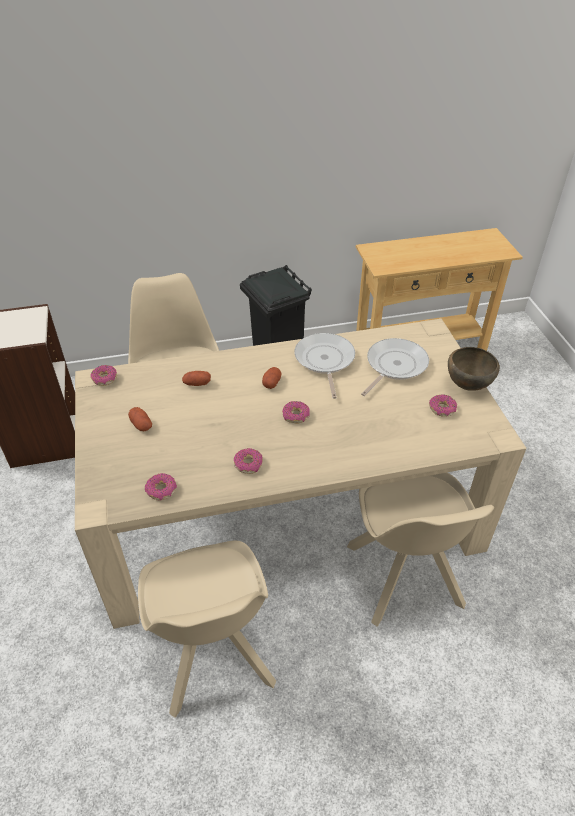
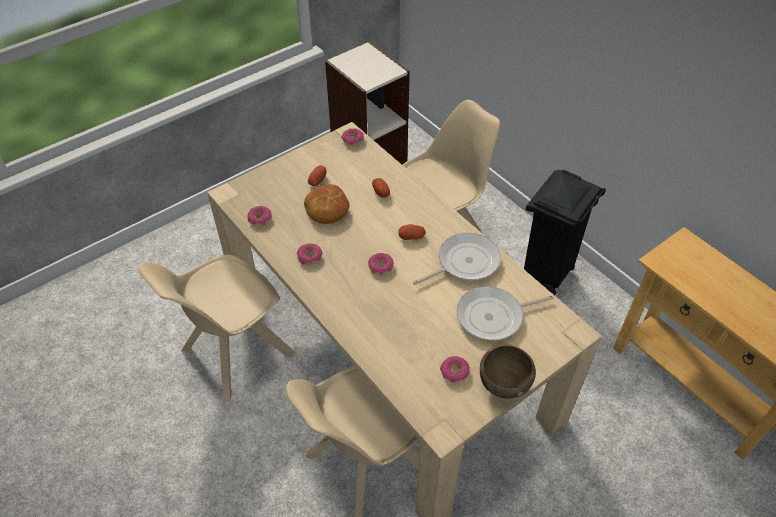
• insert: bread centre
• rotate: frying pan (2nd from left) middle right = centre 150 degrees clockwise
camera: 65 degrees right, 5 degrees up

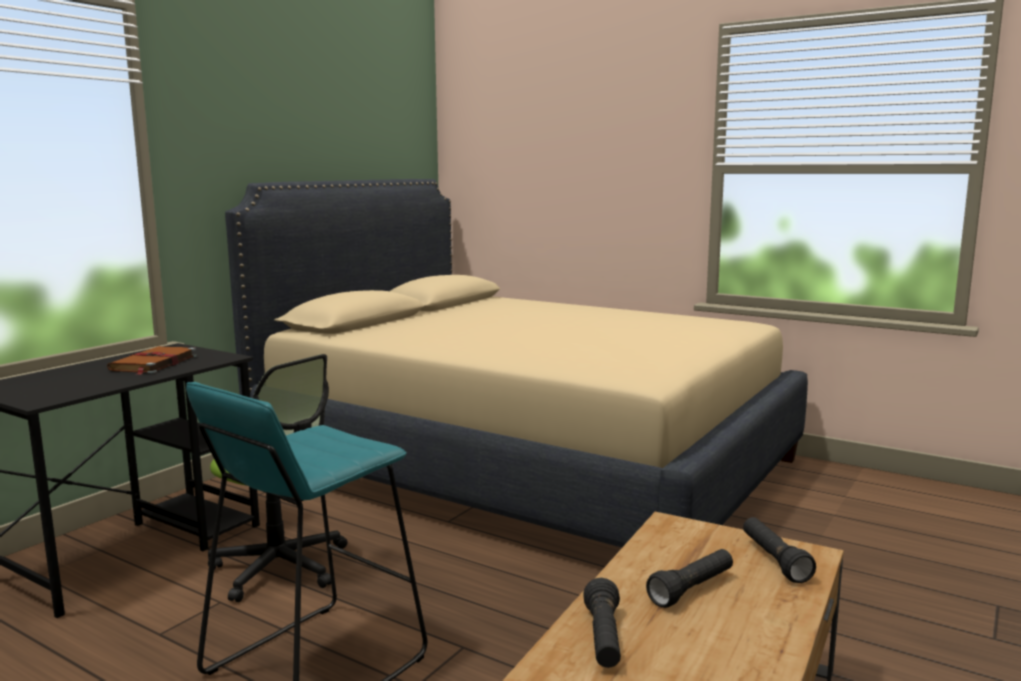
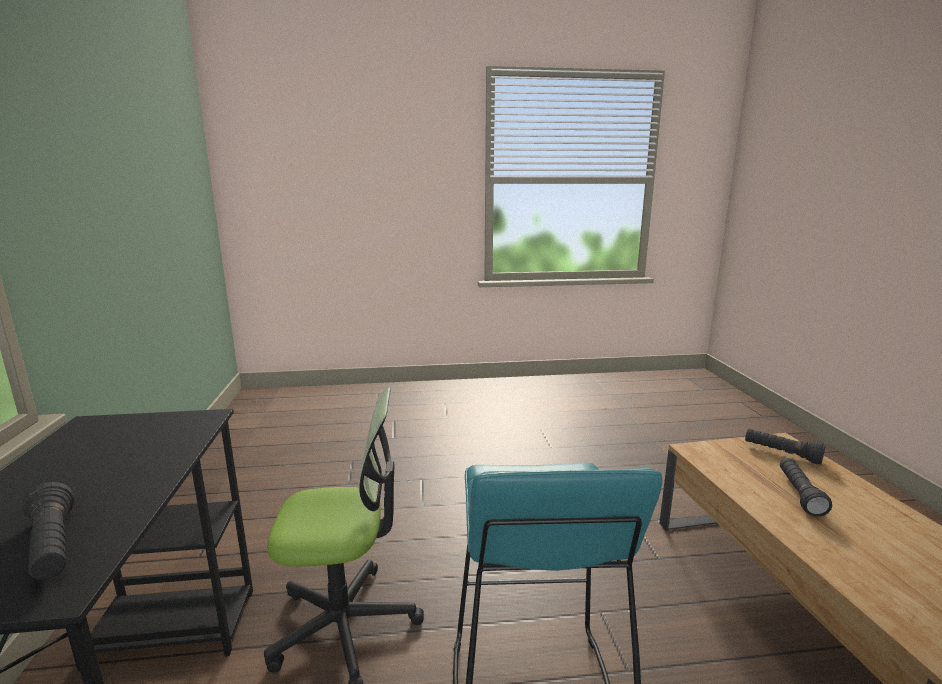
• delete: brown book middle left
• delete: beige bed centre
• move: black flashlight (1st from left) bottom centre to bottom left
camera: 40 degrees left, 5 degrees up

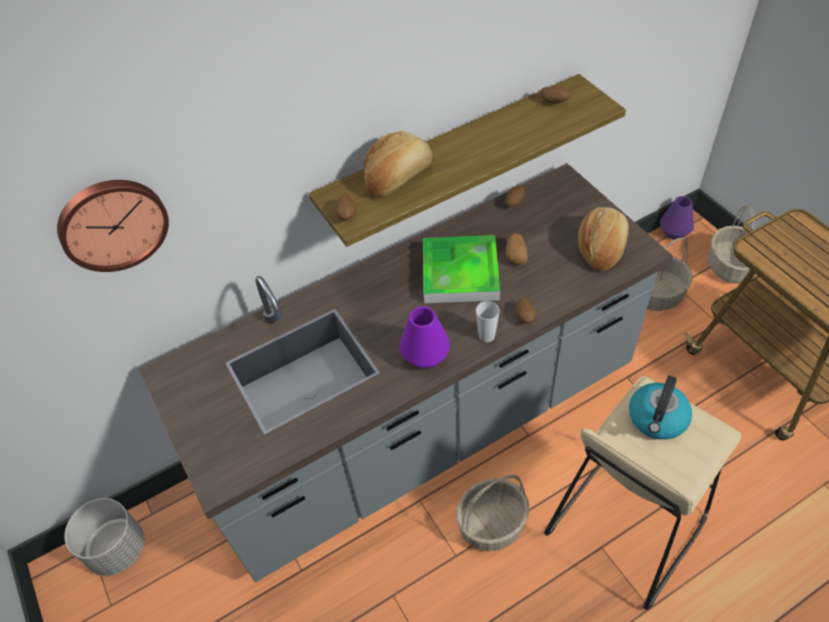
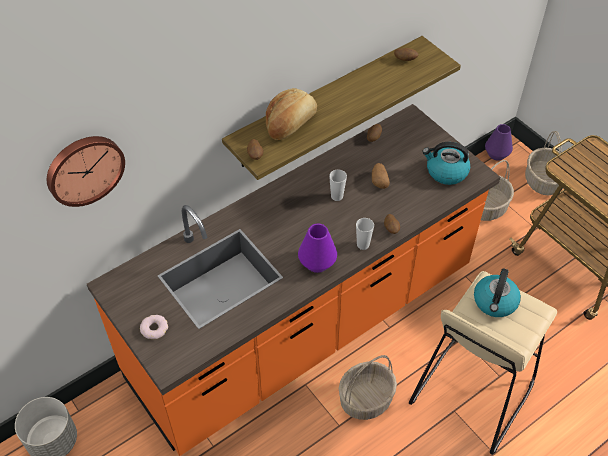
• insert: donut bottom left
• replace: tray centre to cup (1st from left) centre
• replace: bread (2nd from left) middle right to kettle (1st from left) middle right
• recolor: grey counter centre to orange counter centre
camera: 10 degrees left, 0 degrees up

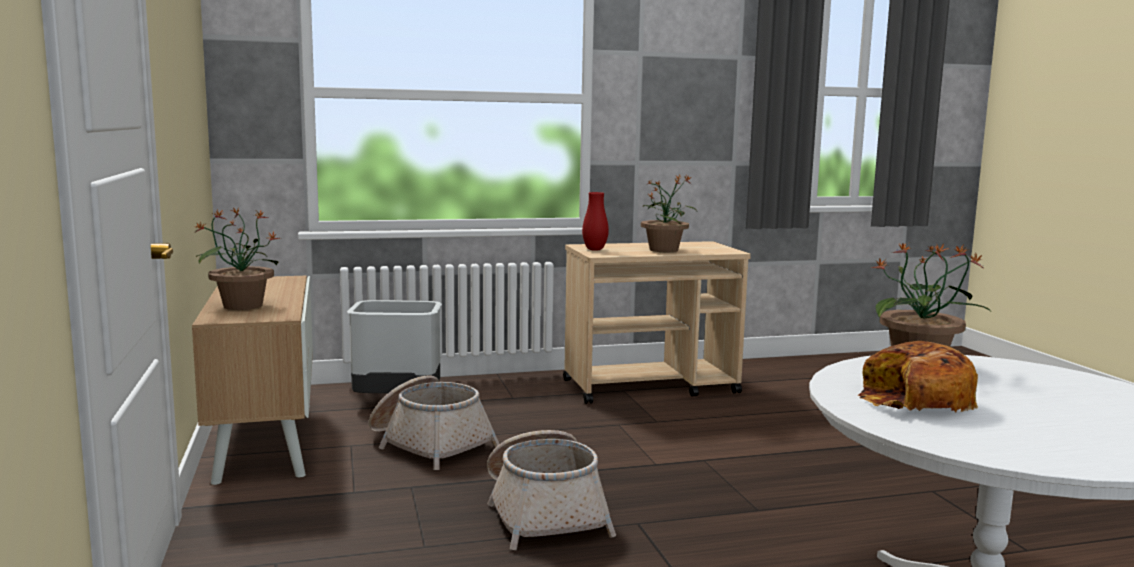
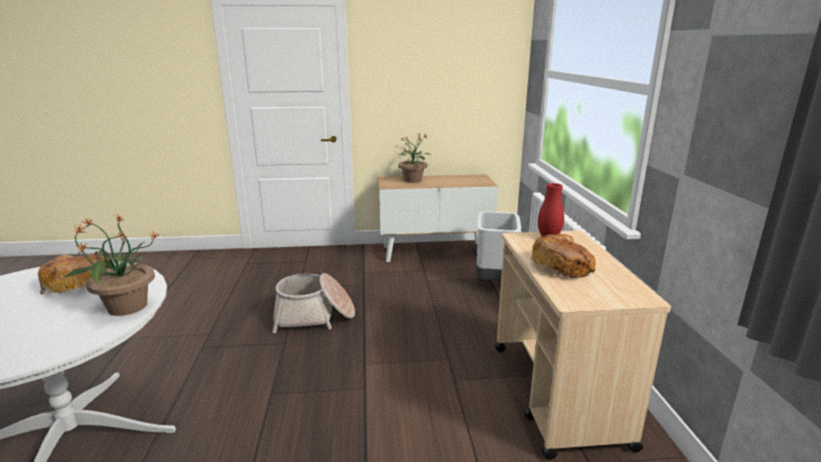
• delete: basket (1st from left) bottom centre
• replace: potted plant (2nd from left) centre to bread (2nd from left) middle right
camera: 100 degrees right, 10 degrees up

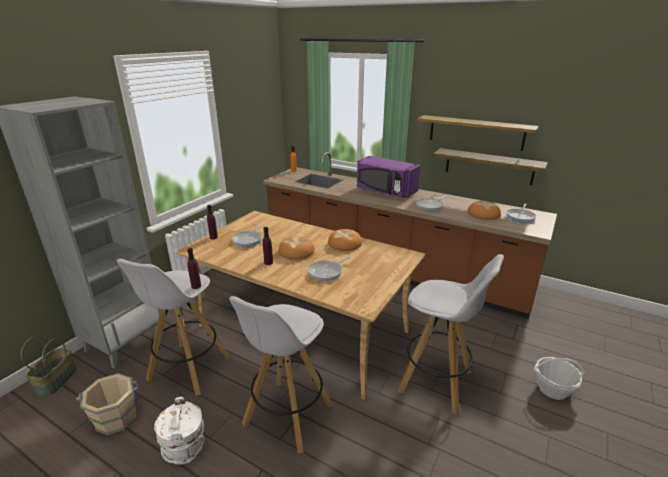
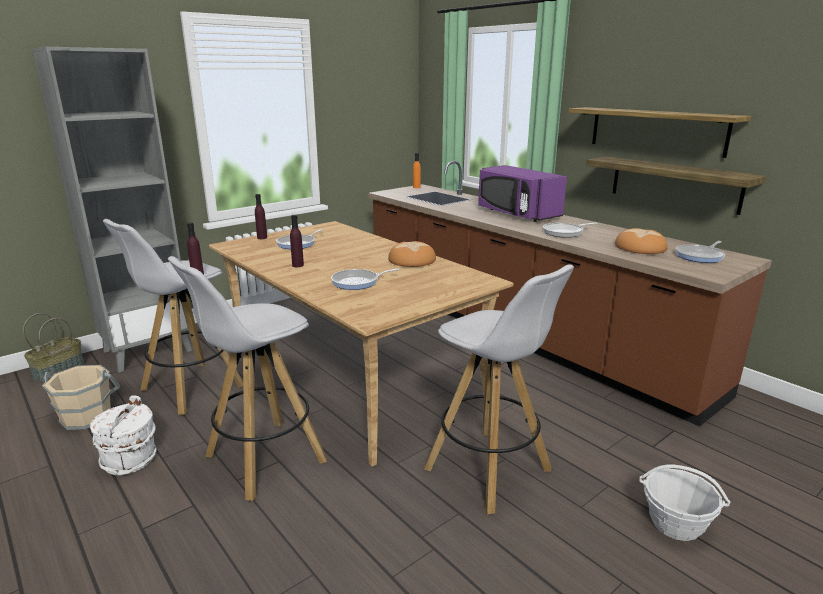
• delete: bread (1st from left) centre
camera: 20 degrees right, 5 degrees down

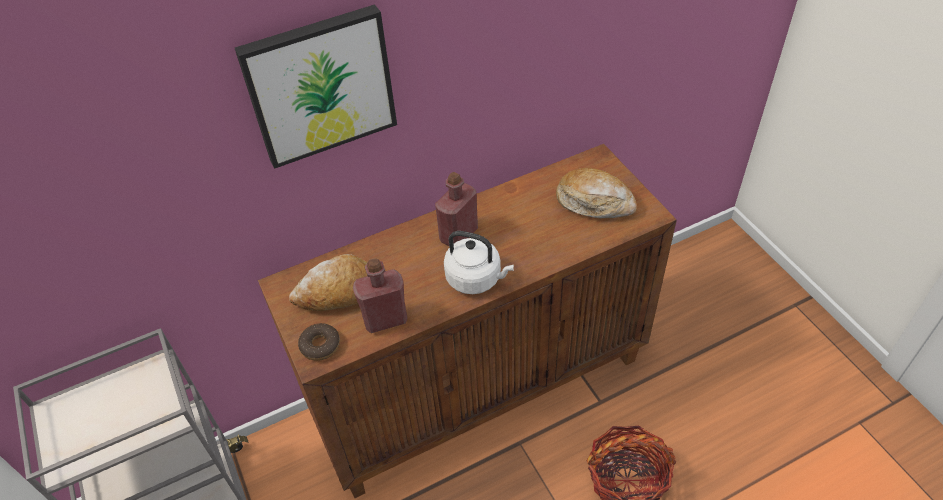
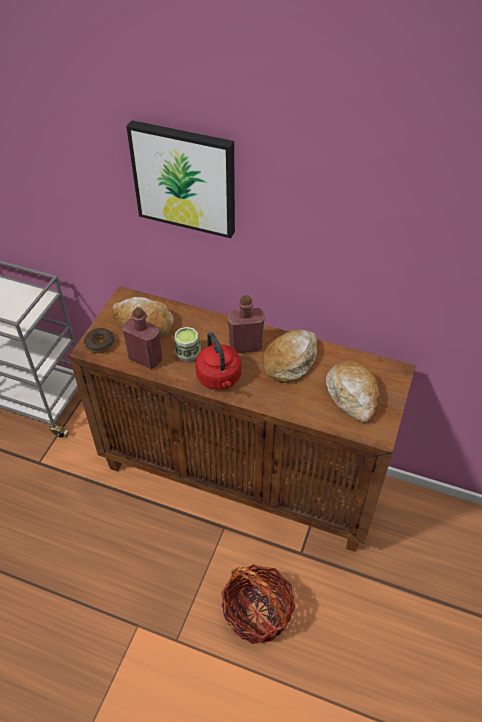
• insert: cup centre
• insert: bread (2nd from left) centre
• recolor: white kettle centre to red kettle centre
camera: 45 degrees right, 0 degrees up

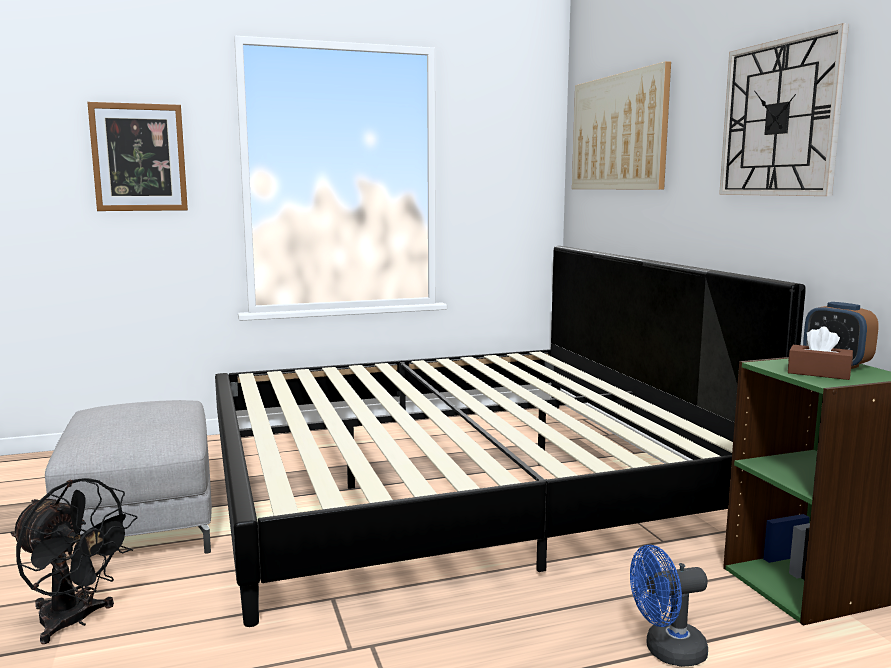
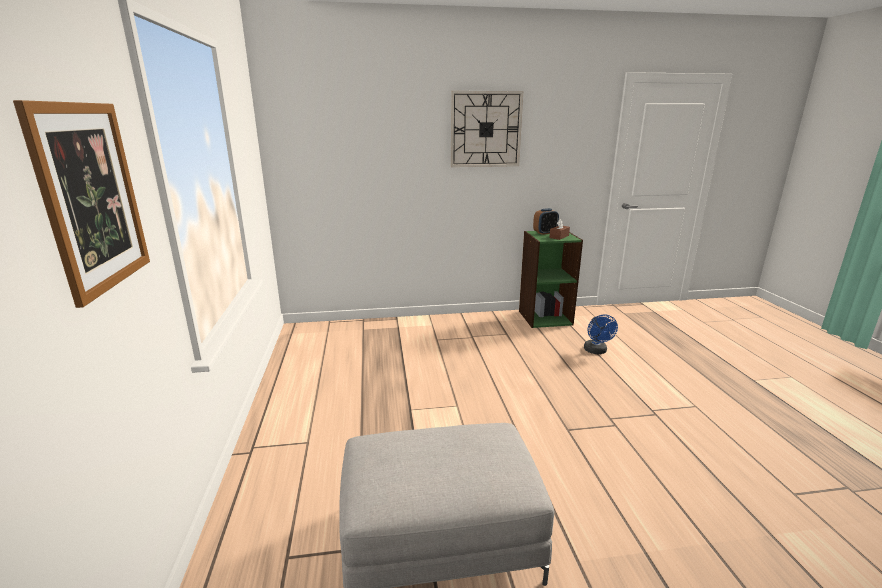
• delete: black fan bottom left
• delete: bed centre
• delete: picture (2nd from left) top right
camera: 80 degrees left, 10 degrees up

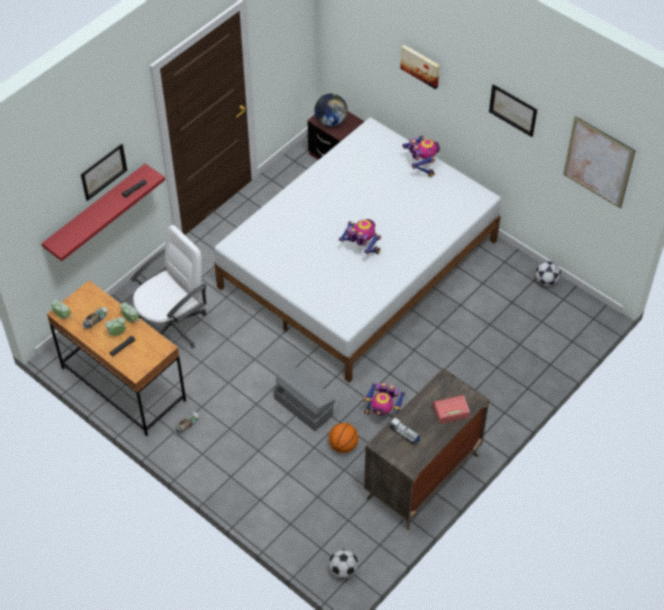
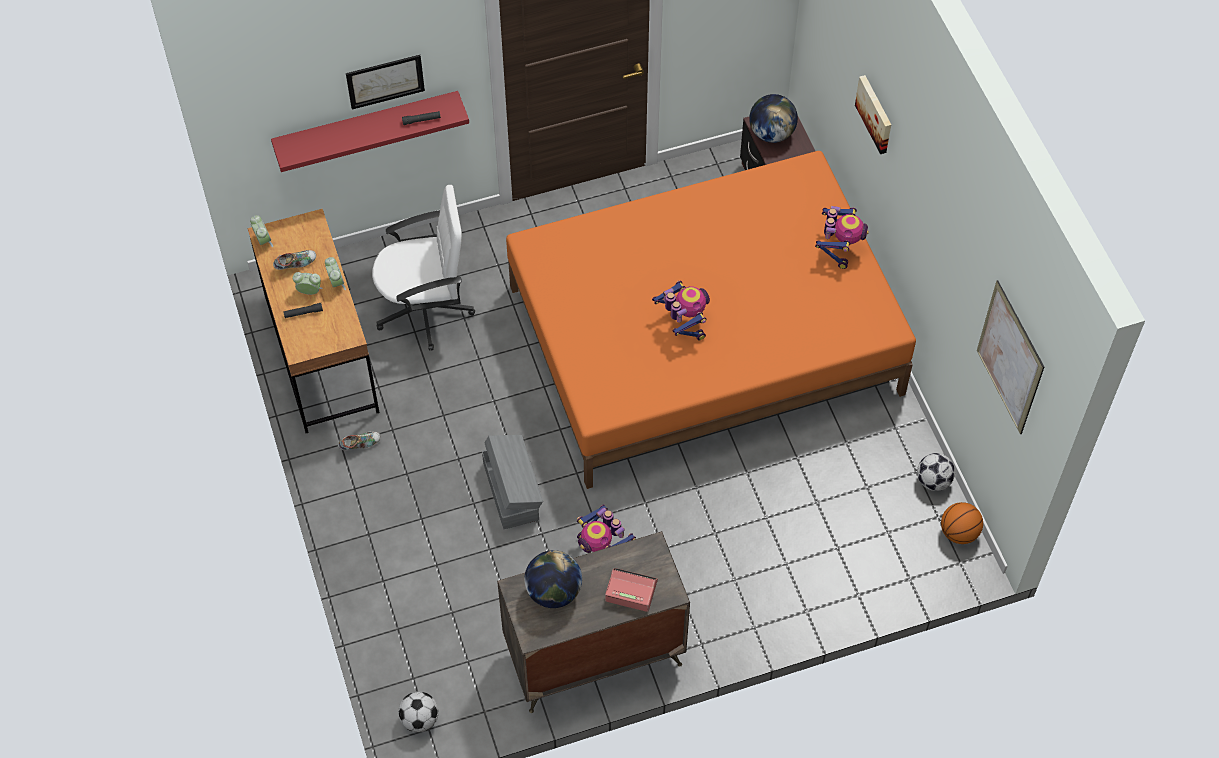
• delete: picture (3rd from left) top right
• move: basketball bottom centre to bottom right
• replace: toy truck bottom centre to globe (1st from left) bottom centre
• recolor: white bed centre to orange bed centre
camera: 30 degrees right, 5 degrees up

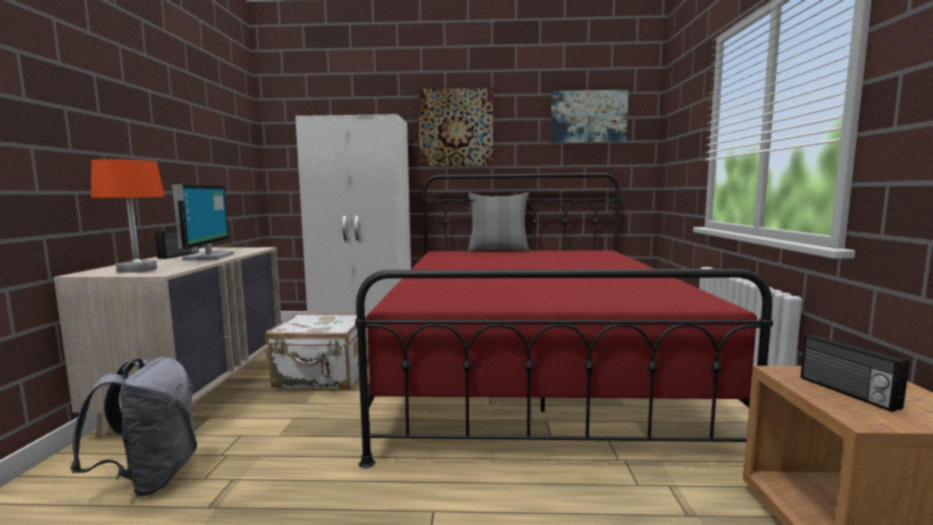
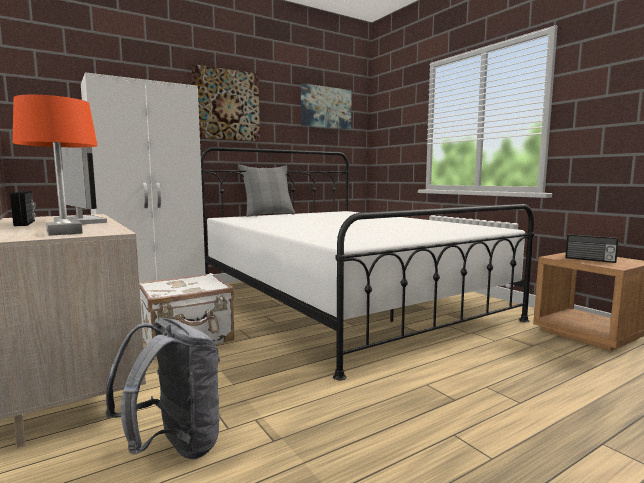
• recolor: red bed centre to white bed centre
camera: 35 degrees left, 0 degrees up

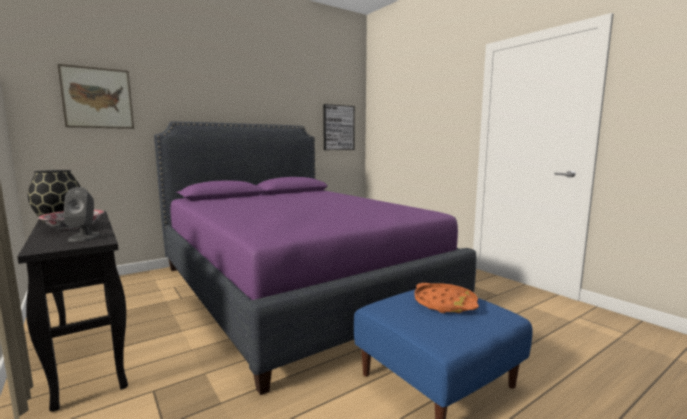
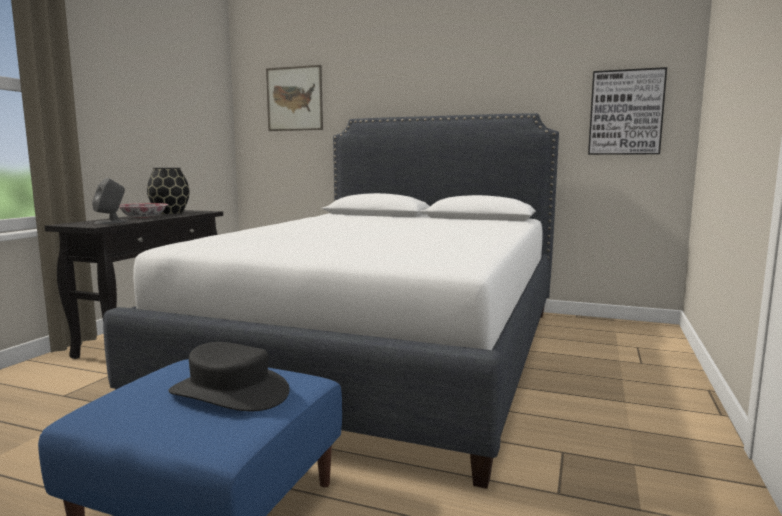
• replace: orange tray bottom centre to black hat bottom left
• recolor: purple bed centre to white bed centre
camera: 55 degrees right, 0 degrees up

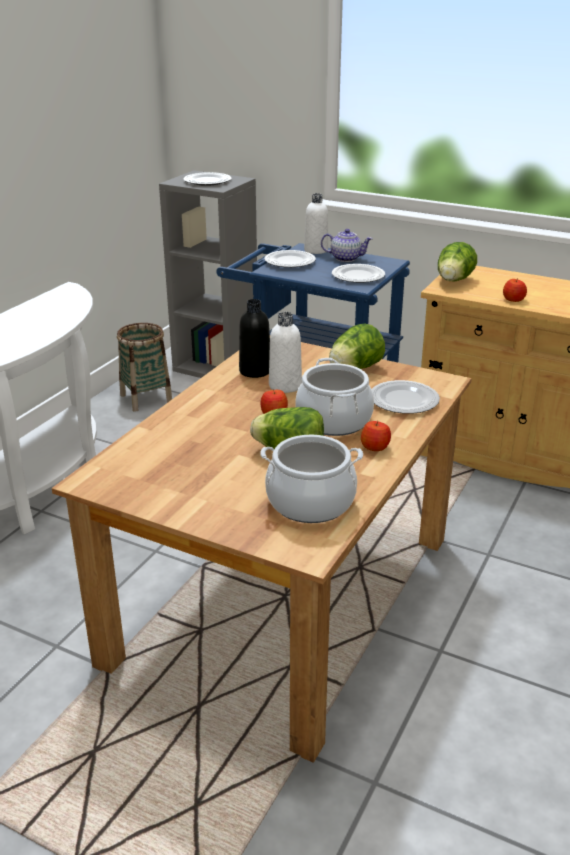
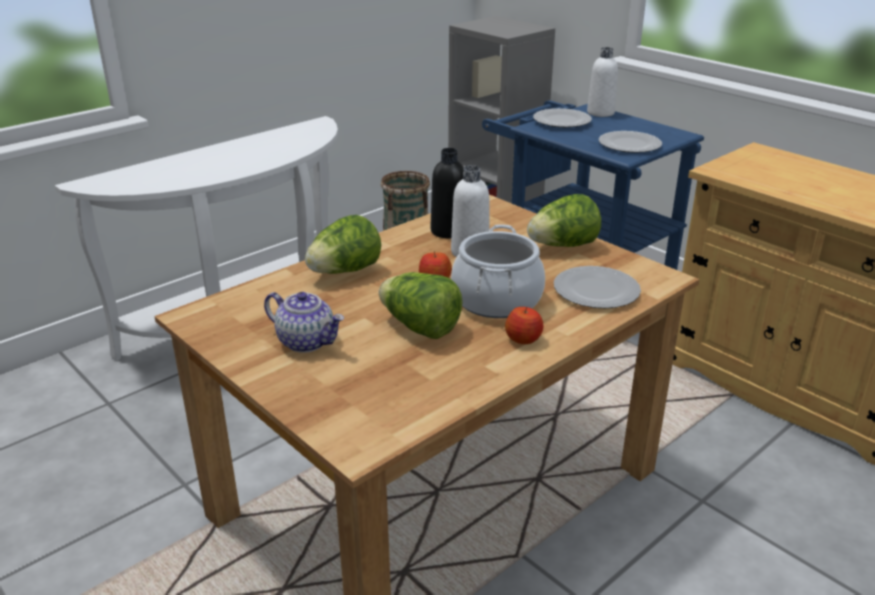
• delete: plate (1st from left) top centre
• delete: cooking pot (1st from left) centre
• delete: apple (3rd from left) middle right
• move: teapot top centre to centre
• move: lettuce (3rd from left in the first image) top right to lettuce (1st from left) centre
camera: 20 degrees right, 0 degrees up

